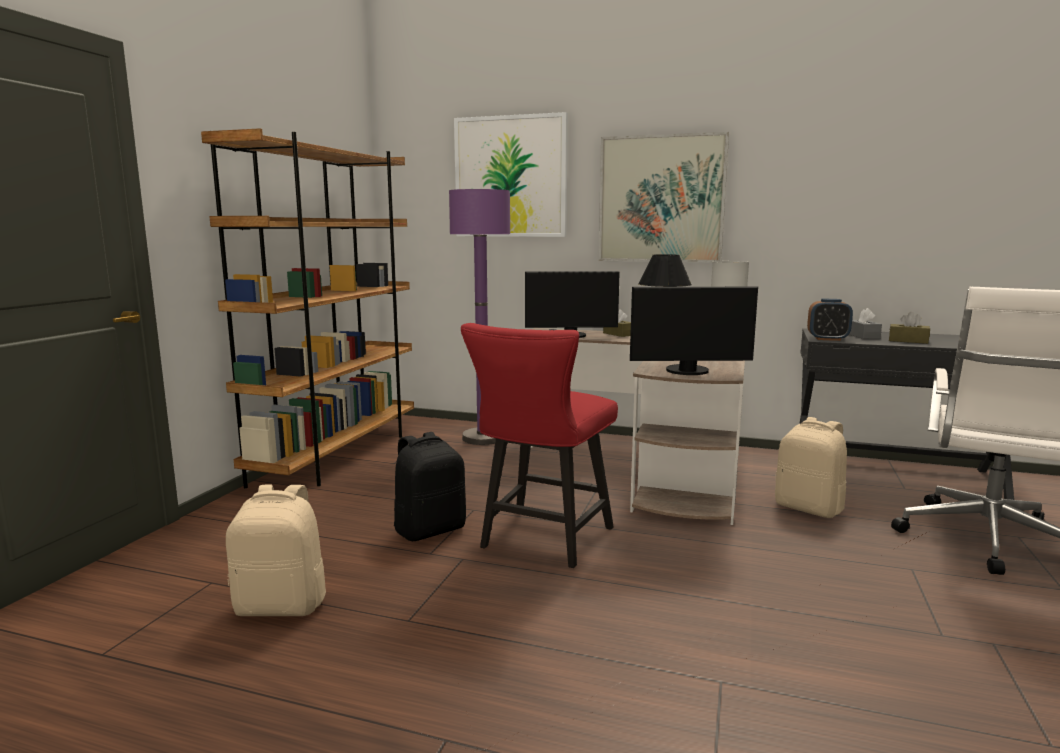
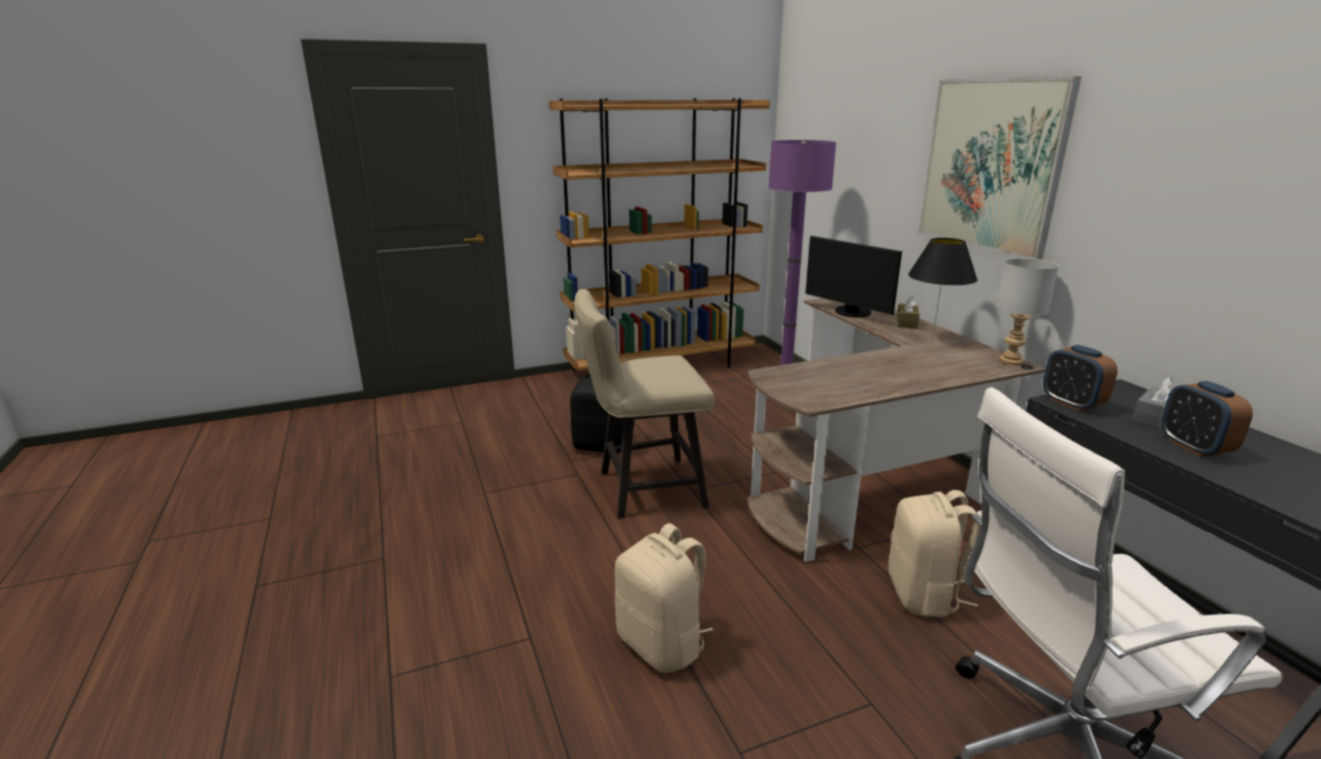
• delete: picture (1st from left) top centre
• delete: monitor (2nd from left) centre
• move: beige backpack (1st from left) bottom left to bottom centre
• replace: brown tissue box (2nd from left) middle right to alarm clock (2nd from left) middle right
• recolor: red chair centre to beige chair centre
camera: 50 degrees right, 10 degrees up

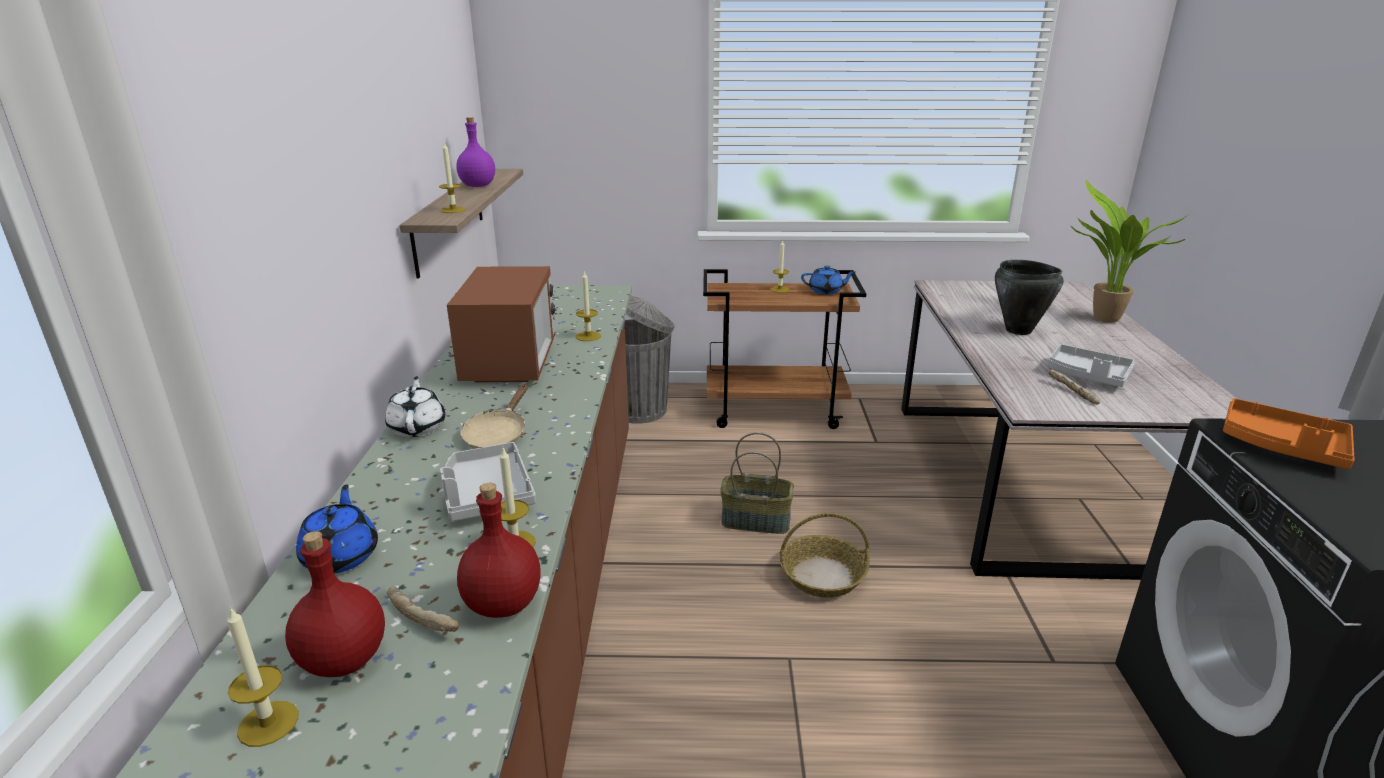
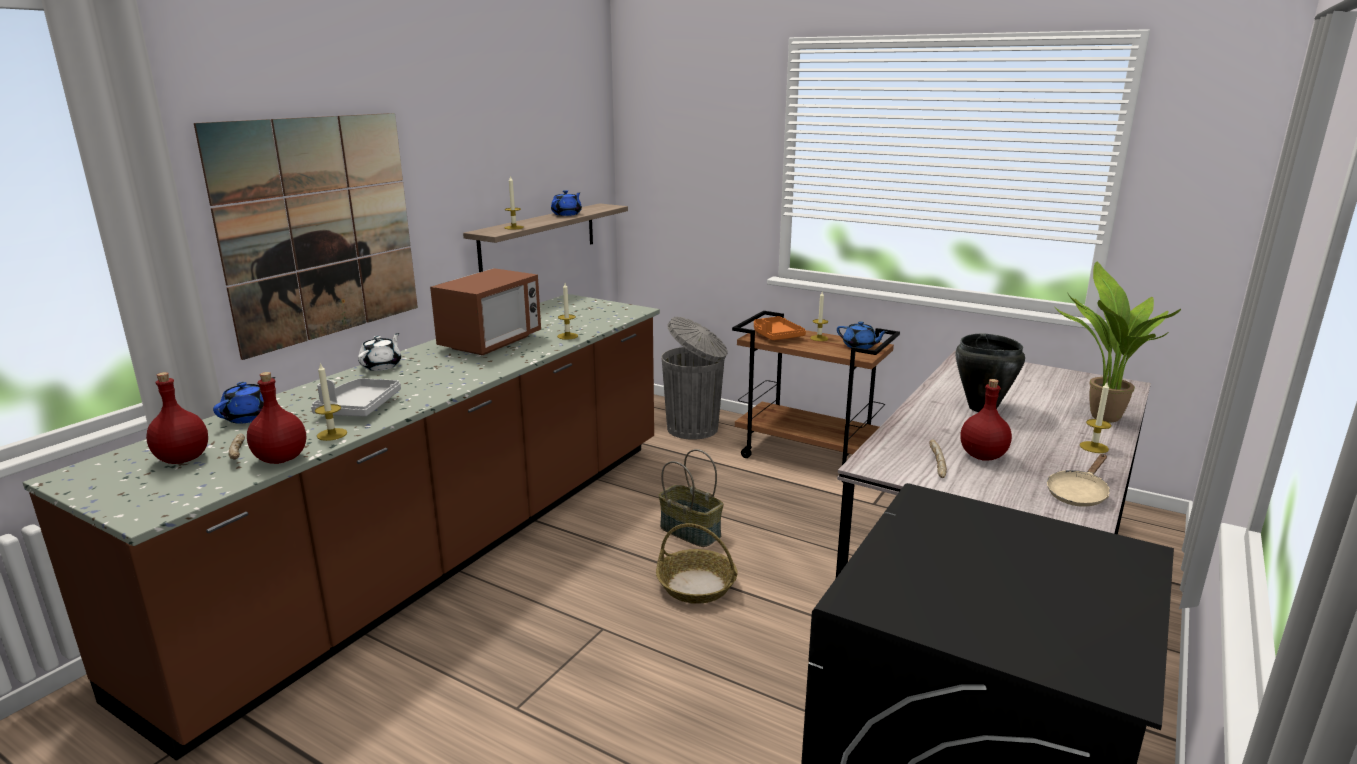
• insert: picture top left
• move: candle (1st from left in the first image) bottom left to candle (5th from left) middle right
• move: beige frying pan centre to middle right
• move: orange tray middle right to centre
• replace: purple bottle top centre to blue teapot (2nd from left) top centre
• replace: grey tray (2nd from left) middle right to red bottle (3rd from left) middle right
camera: 30 degrees right, 5 degrees down

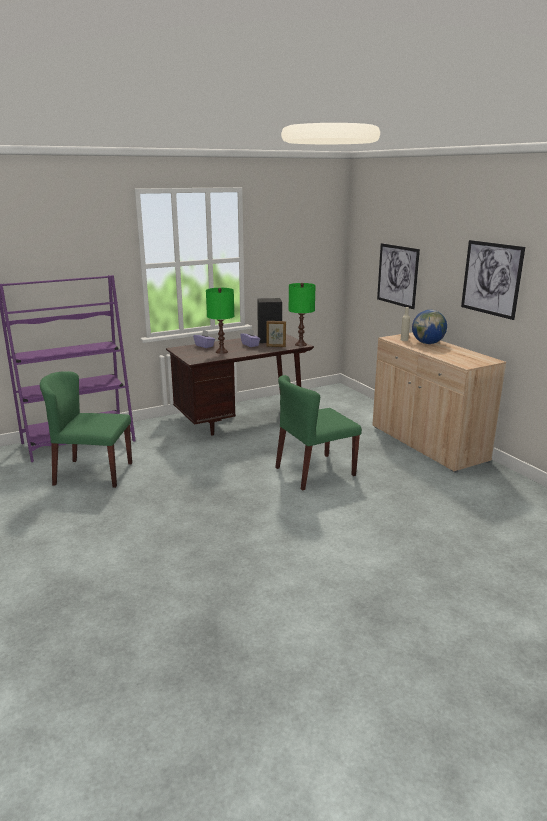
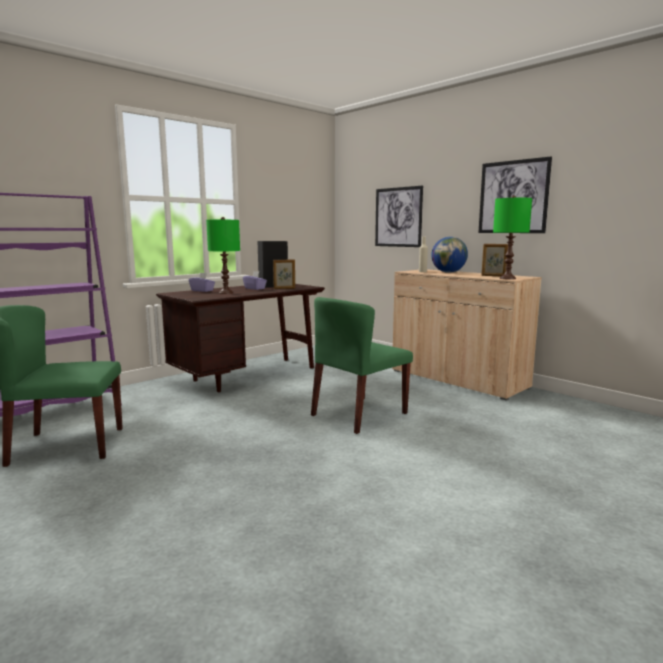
• insert: picture frame (2nd from left) middle right
• move: green table lamp (2nd from left) centre to middle right
camera: 15 degrees left, 10 degrees down

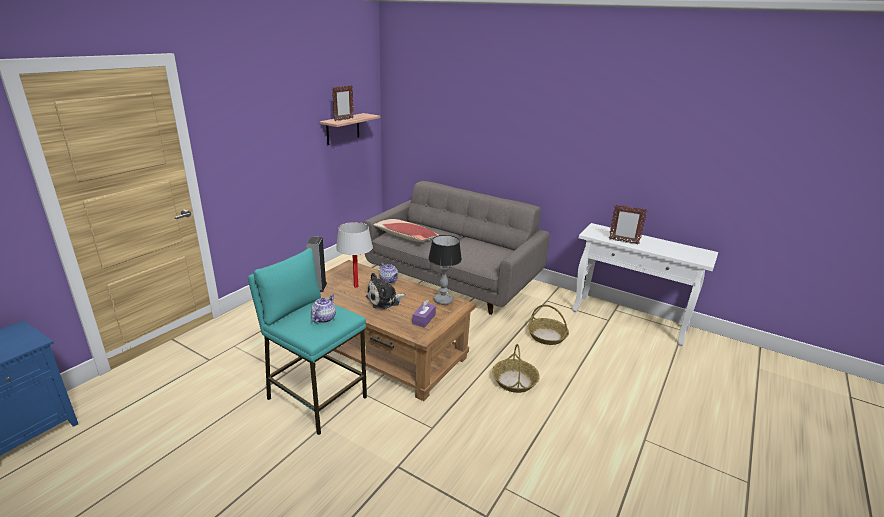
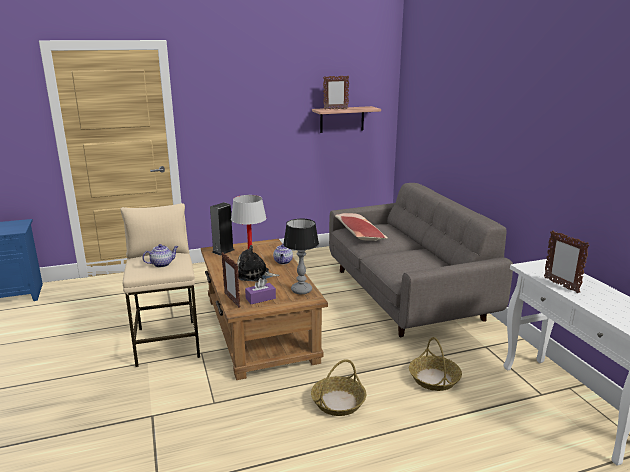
• insert: picture frame (1st from left) centre
• recolor: turquoise stool centre to beige stool middle left
camera: 40 degrees right, 5 degrees down

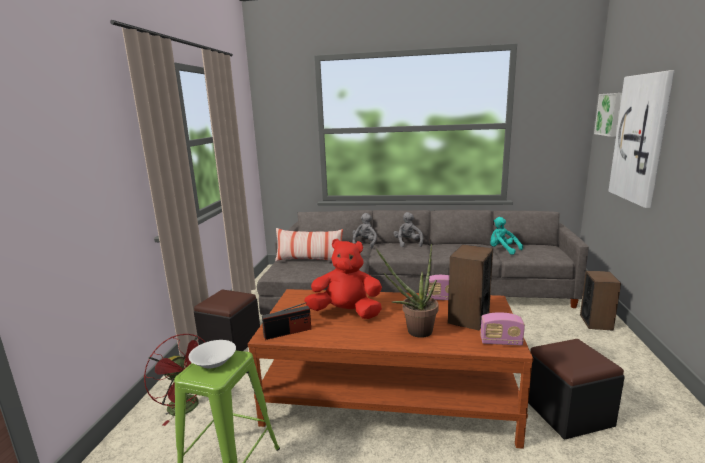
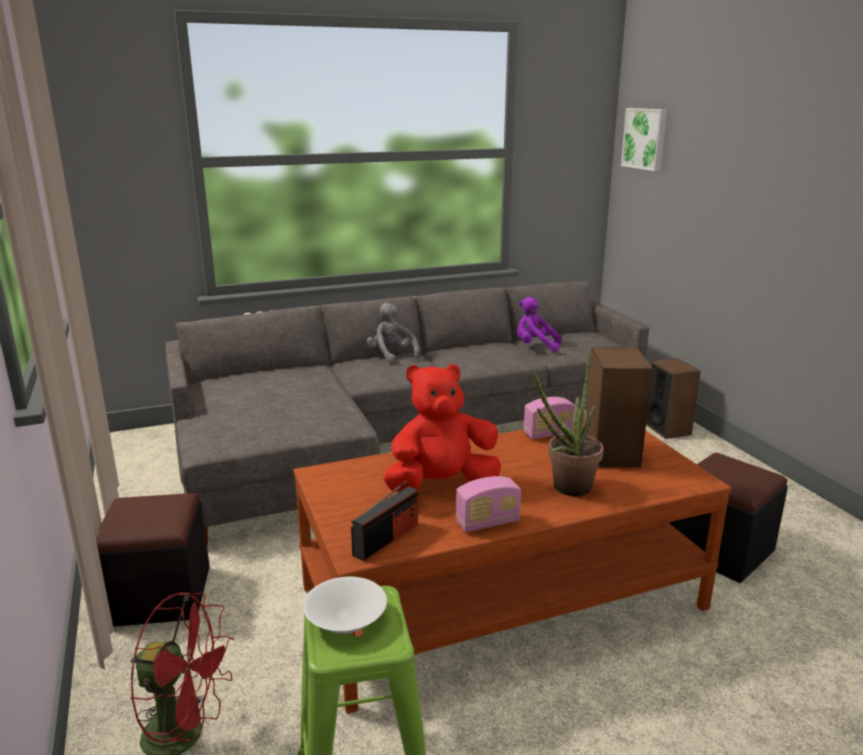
• delete: pillow centre
• delete: grey plush toy (1st from left) centre
• delete: picture (2nd from left) top right
• move: radio (3rd from left in the first image) bottom right to radio (2nd from left) bottom centre
• recolor: turquoise plush toy middle right to purple plush toy centre
camera: 30 degrees left, 5 degrees up

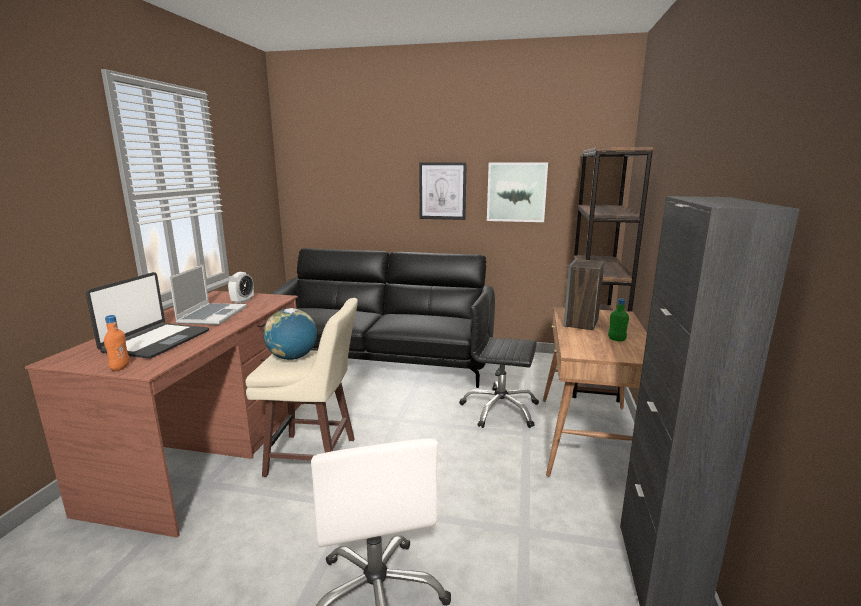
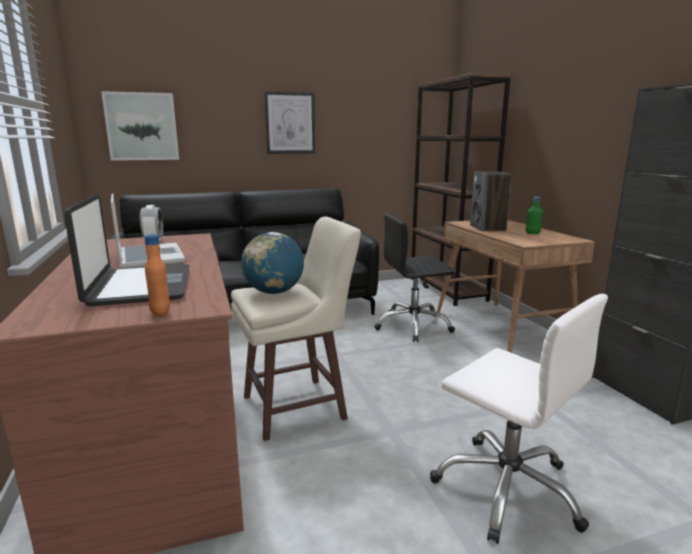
• move: picture (2nd from left in the first image) top centre to picture (1st from left) top left
camera: 30 degrees left, 0 degrees up

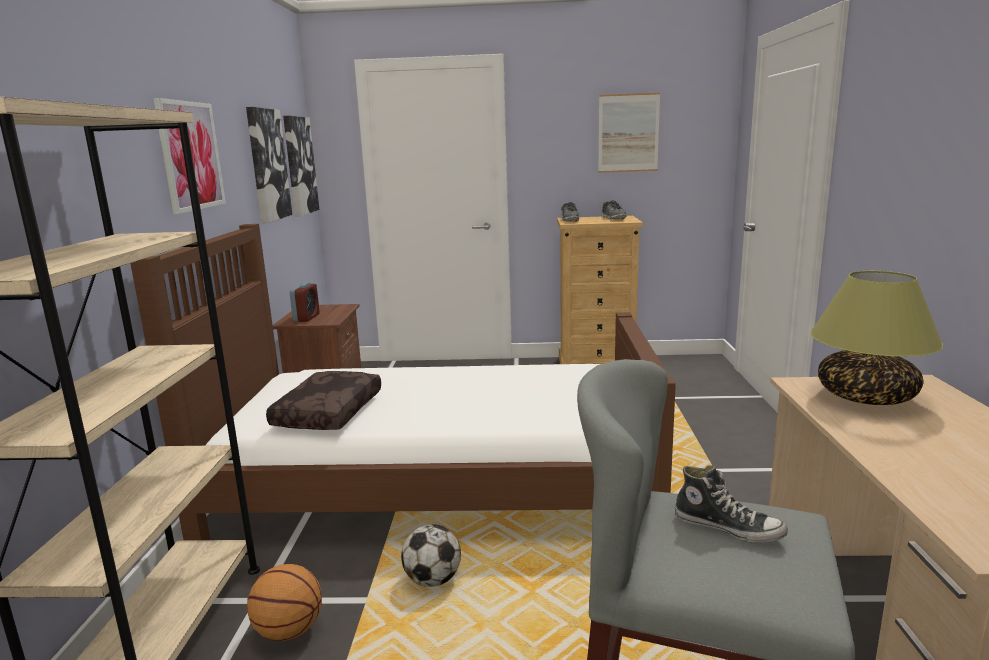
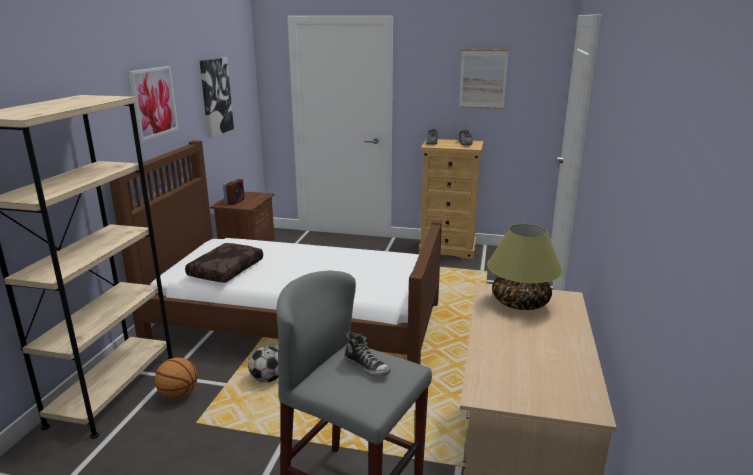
• delete: picture (3rd from left) top left
camera: 10 degrees right, 5 degrees up

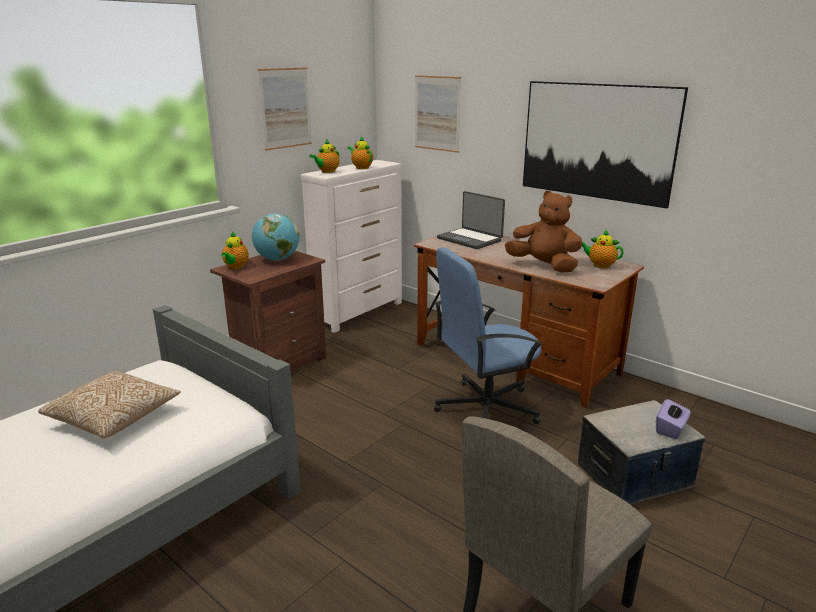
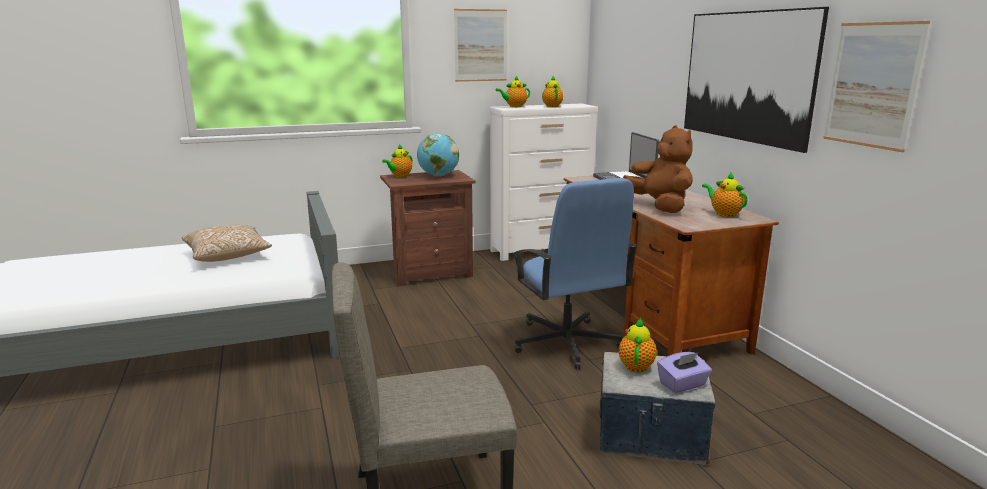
• insert: teapot (4th from left) bottom centre
• move: picture (2nd from left in the first image) top centre to picture (3rd from left) top right
• rotate: blue office chair centre = centre 120 degrees counterclockwise
camera: 30 degrees right, 5 degrees down

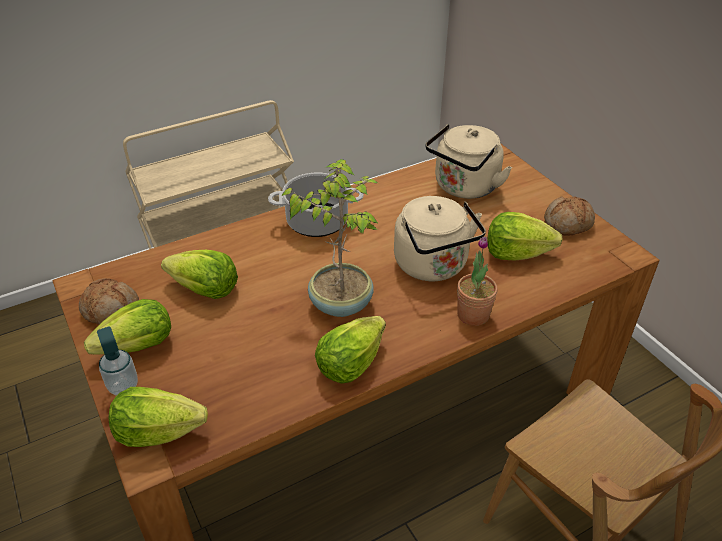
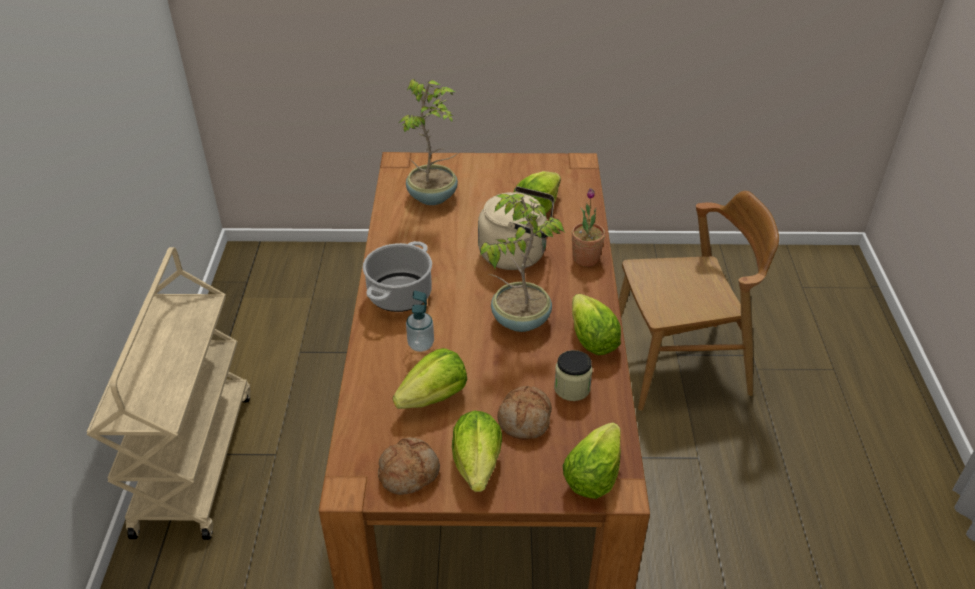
• insert: jar centre
• move: soap dispenser bottom left to centre
• move: bread (2nd from left) middle right to bottom centre
• replace: beige kettle (2nd from left) top centre to potted plant (1st from left) top centre
camera: 60 degrees left, 0 degrees up

